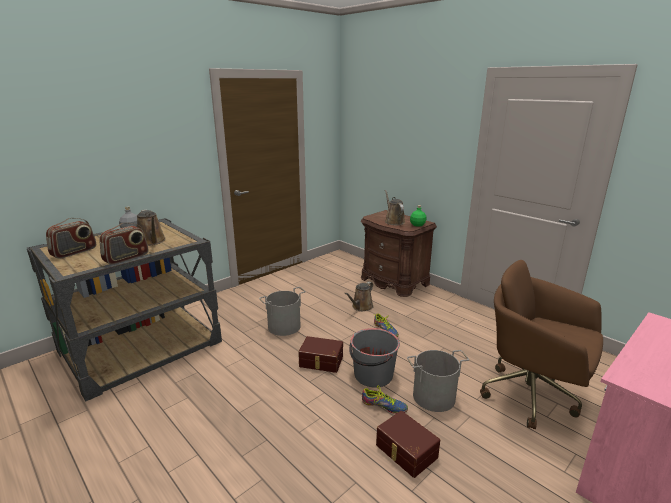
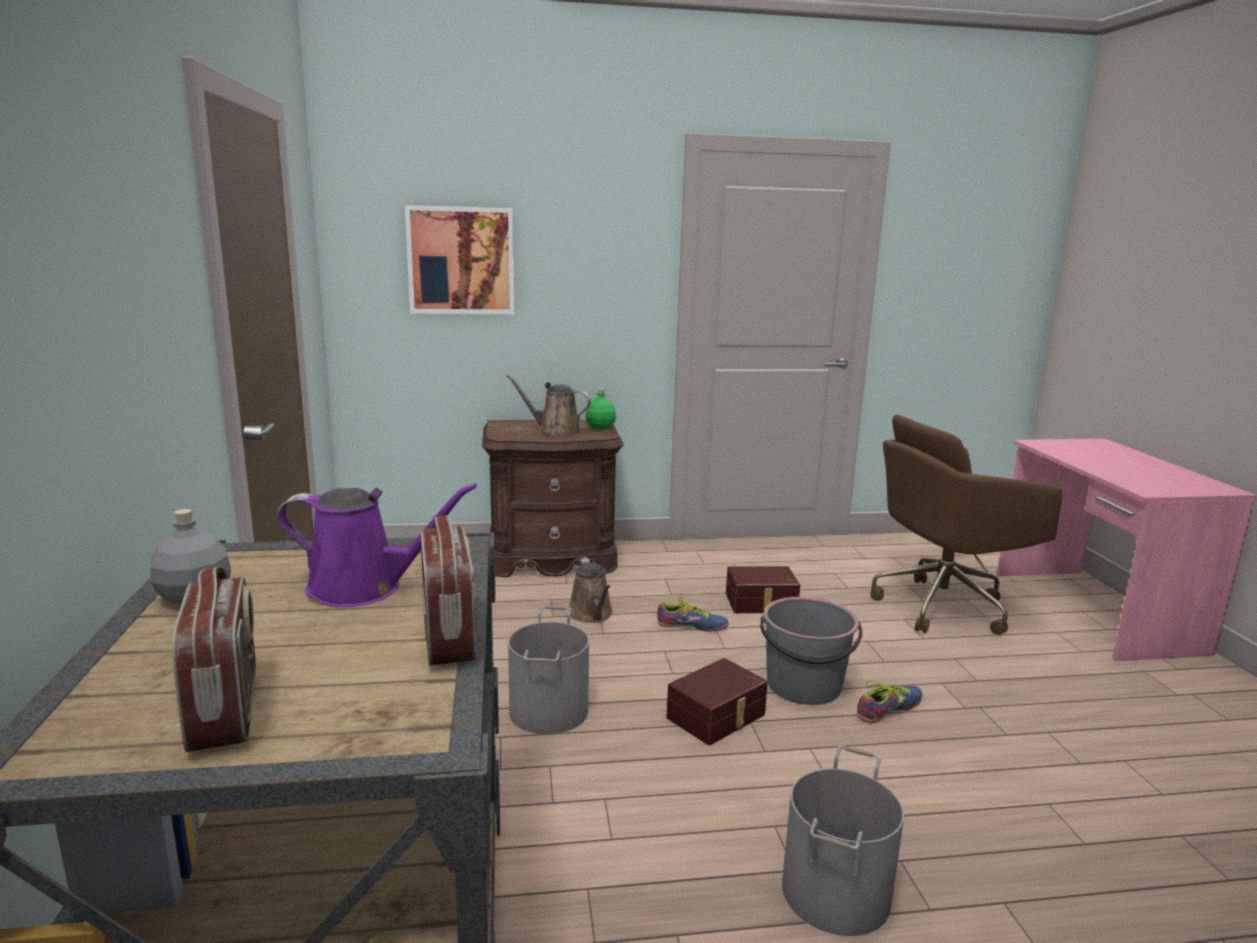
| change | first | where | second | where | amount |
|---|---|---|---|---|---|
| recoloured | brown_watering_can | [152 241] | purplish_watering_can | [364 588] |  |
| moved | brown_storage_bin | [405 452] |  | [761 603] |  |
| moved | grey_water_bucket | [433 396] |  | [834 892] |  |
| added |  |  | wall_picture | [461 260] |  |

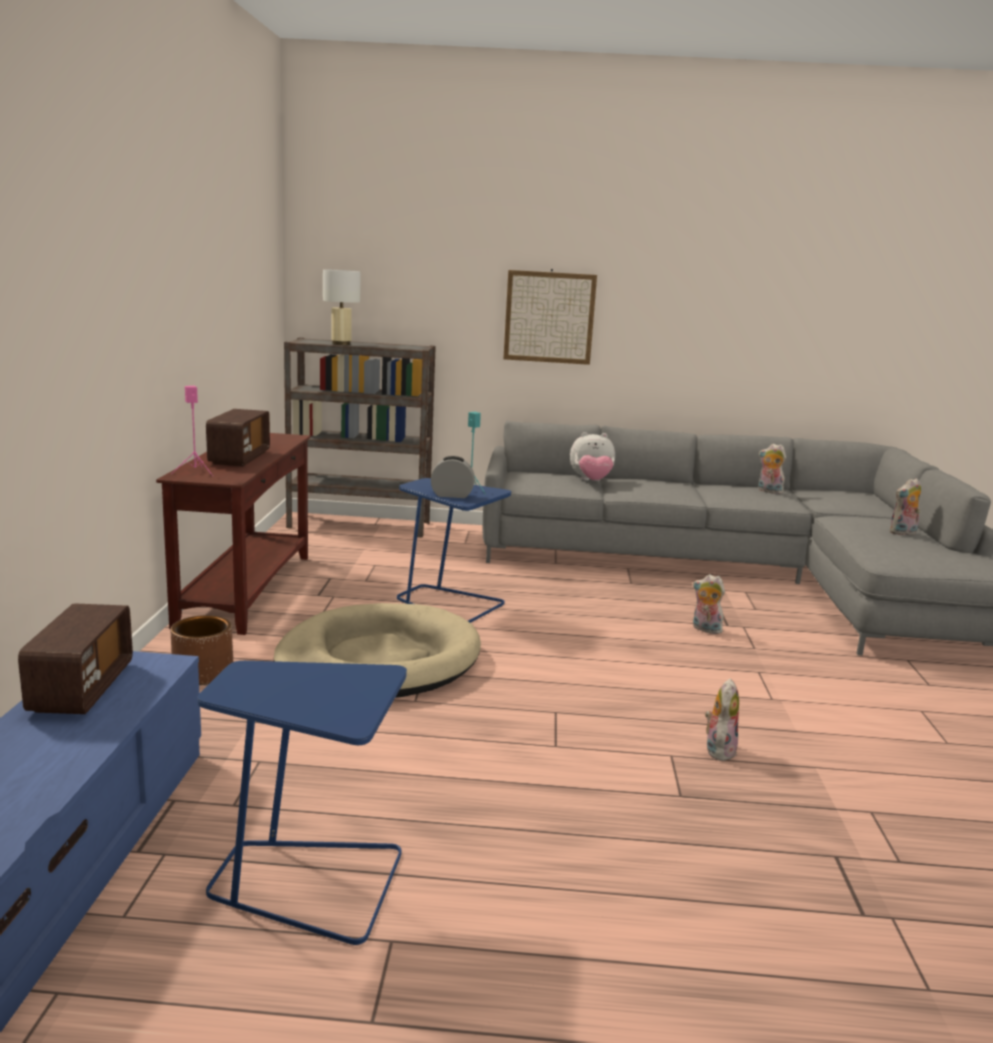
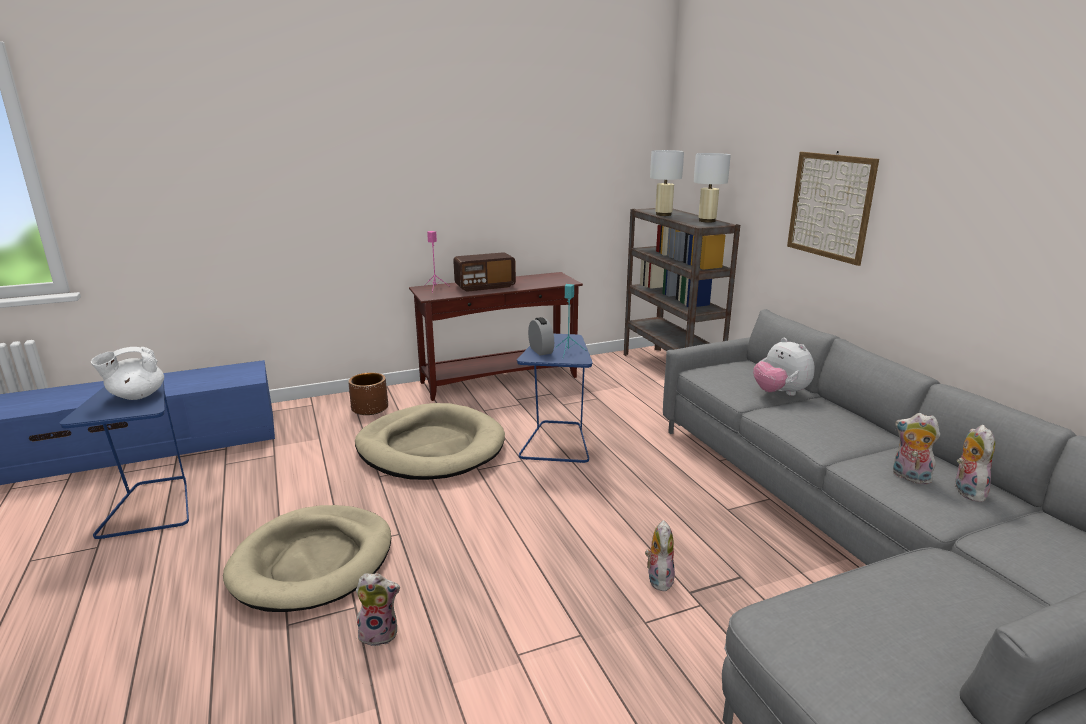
| change | first | where | second | where | amount |
|---|---|---|---|---|---|
| removed | radio_set | [82 688] |  |  |  |
| moved | plush_toy | [903 533] |  | [909 477] |  |
| added |  |  | whitish_teapot | [136 396] |  |
| added |  |  | beige_pet_bed | [313 562] |  |
| added |  |  | whitish_tabletop_lamp | [707 221] |  |

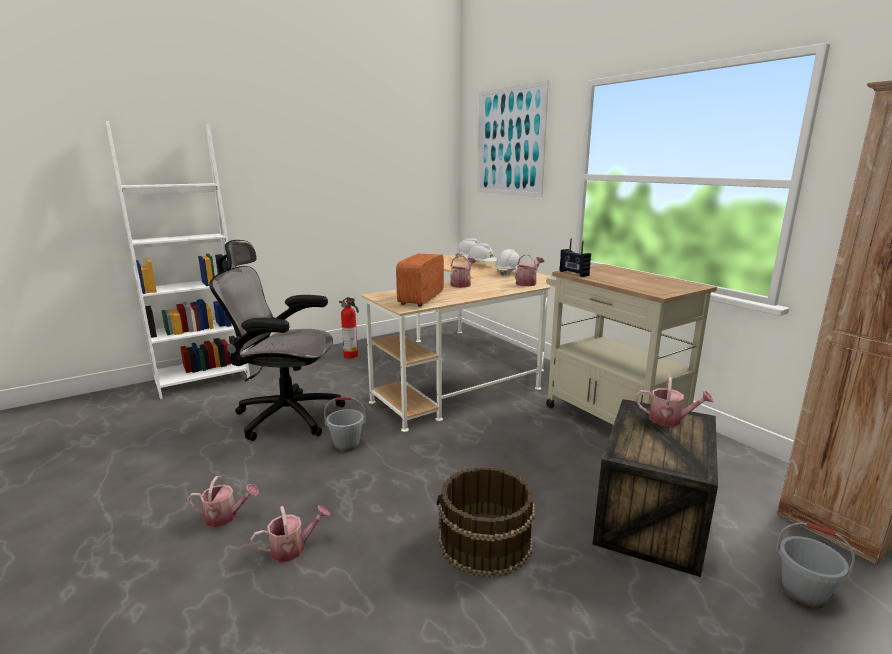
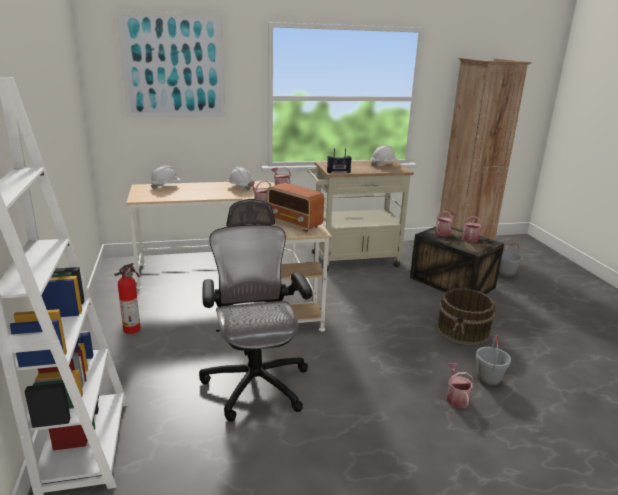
| change | first | where | second | where | amount |
|---|---|---|---|---|---|
| moved | watering_can | [225 517] |  | [470 238] |  |
| turned | desk_chair | [287 417] |  | [255 384] | 135 degrees clockwise |
| moved | grey_water_bucket | [347 445] |  | [488 379] |  |
| moved | whitish_hard_hat | [482 265] |  | [383 164] |  |

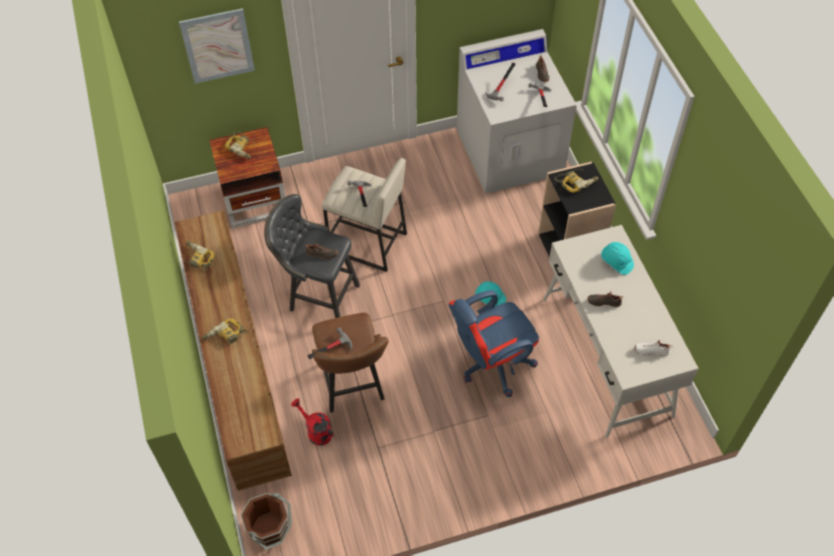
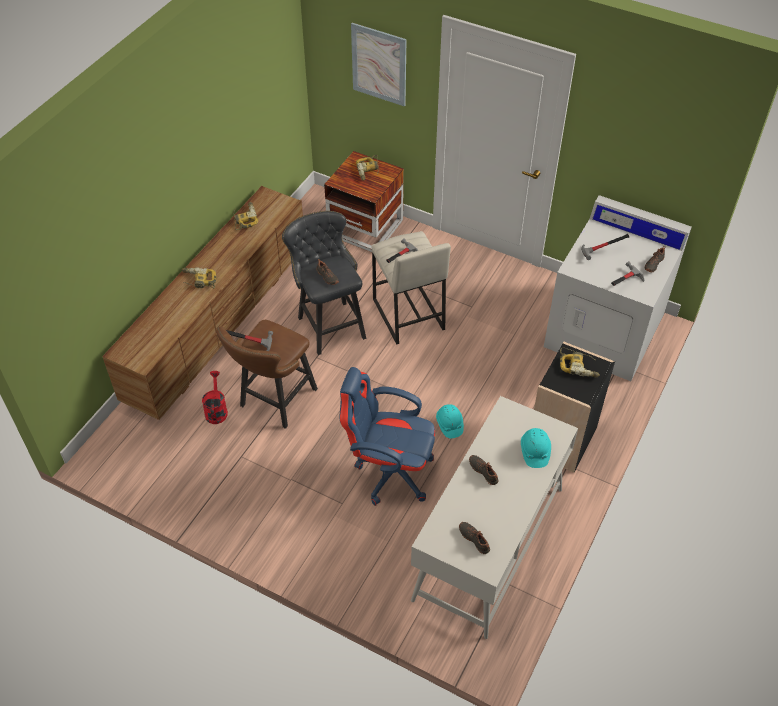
| change | first | where | second | where | amount |
|---|---|---|---|---|---|
| removed | brown_water_bucket | [270 529] |  |  |  |
| recoloured | whitish_item_of_footwear | [651 350] | black-coloured_item_of_footwear | [475 539] |  |

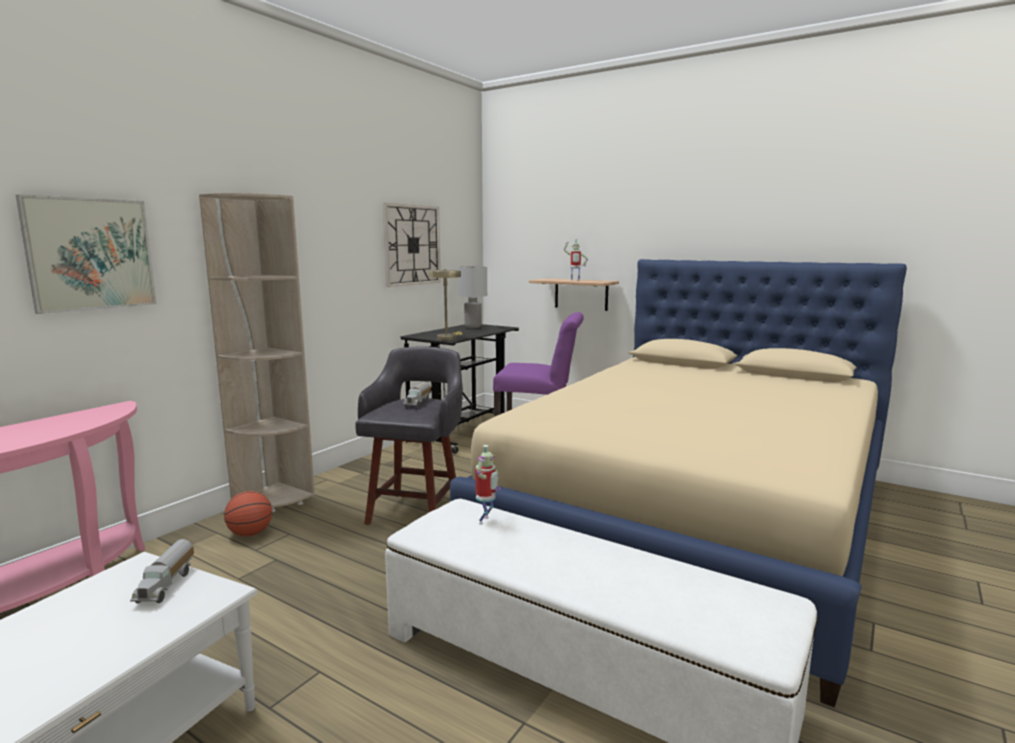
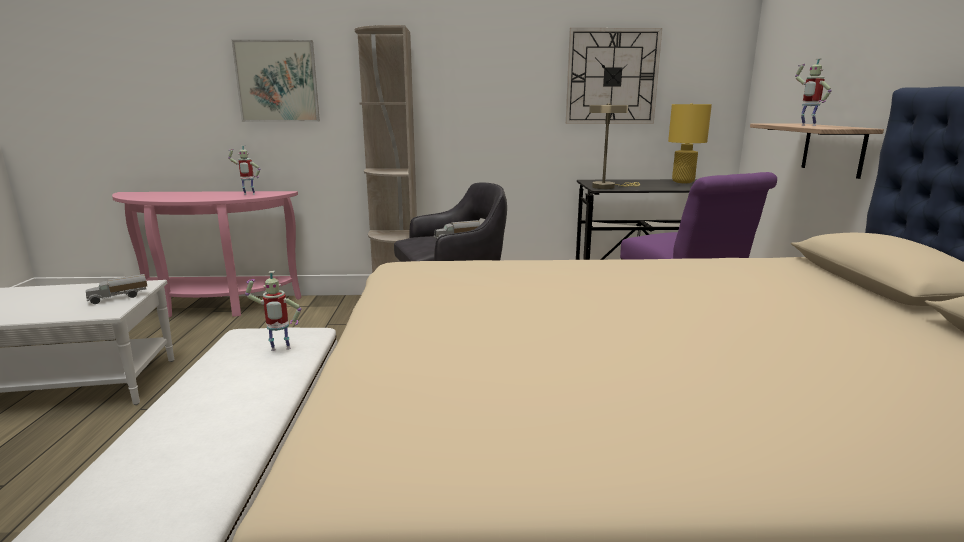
| change | first | where | second | where | amount |
|---|---|---|---|---|---|
| removed | basketball | [250 534] |  |  |  |
| recoloured | grey_tabletop_lamp | [473 327] | yellowish_tabletop_lamp | [683 183] |  |
| added |  |  | toy_robot | [248 194] |  |

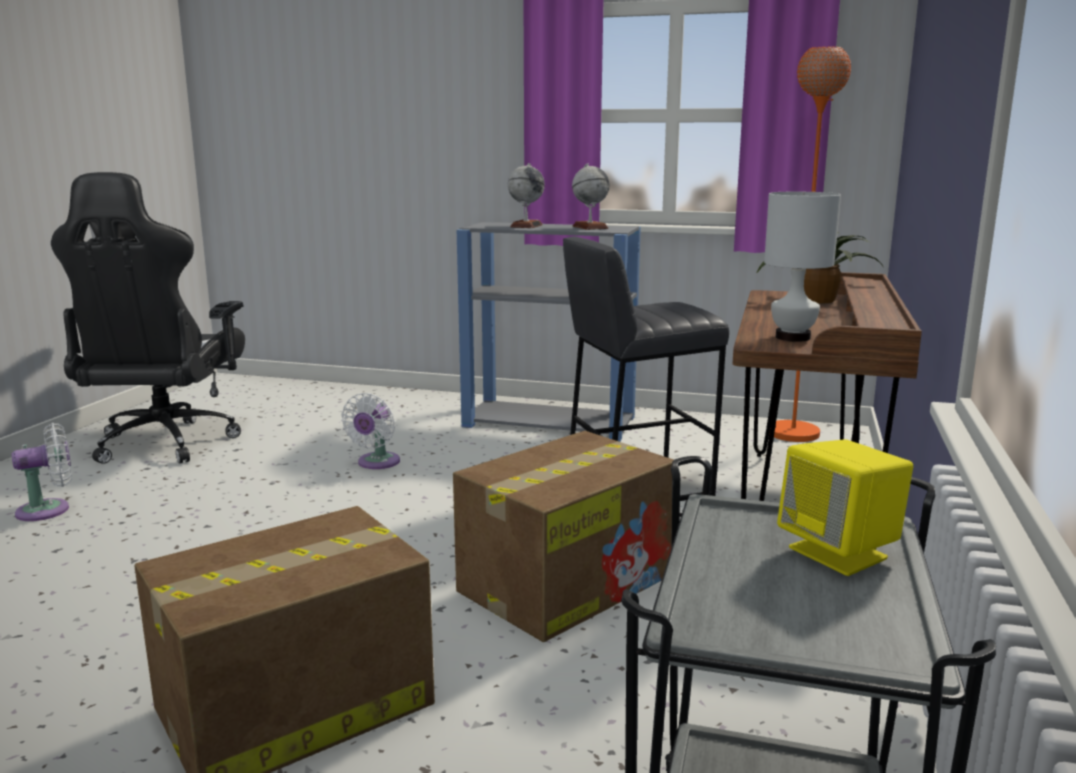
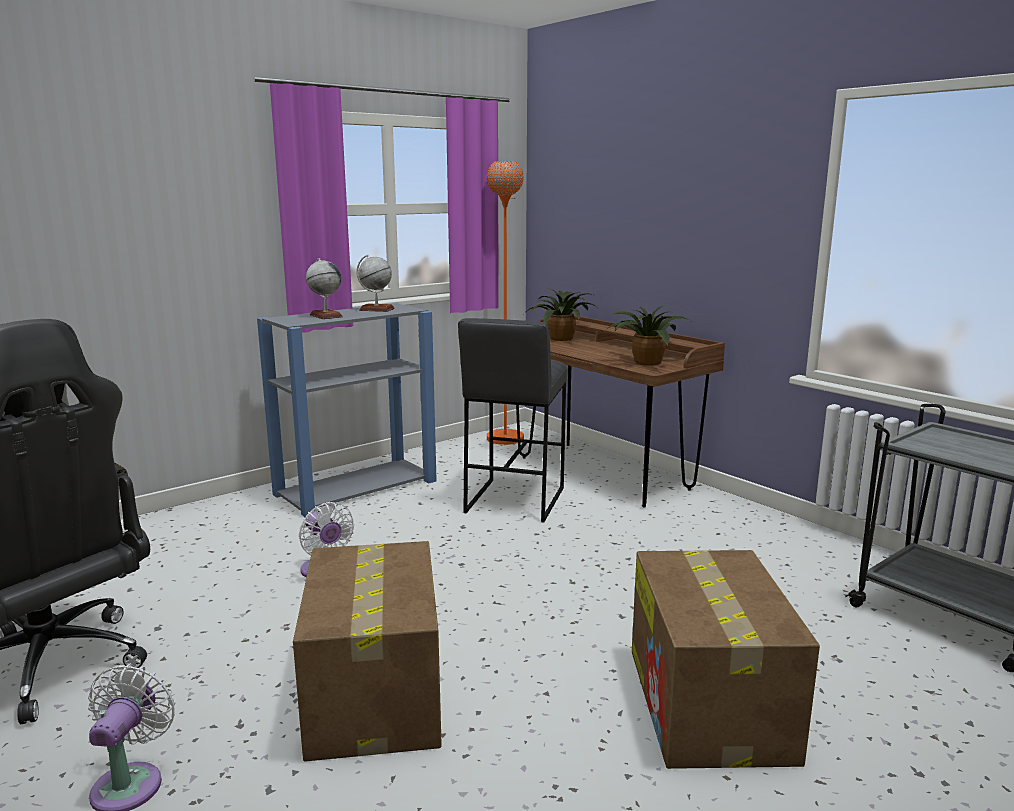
| change | first | where | second | where | amount |
|---|---|---|---|---|---|
| moved | cardboard_box | [567 582] |  | [374 692] |  |
| replaced | whitish_tabletop_lamp | [791 337] | potted_plant | [645 362] |  |
| removed | yellowish_loudspeaker | [839 553] |  |  |  |

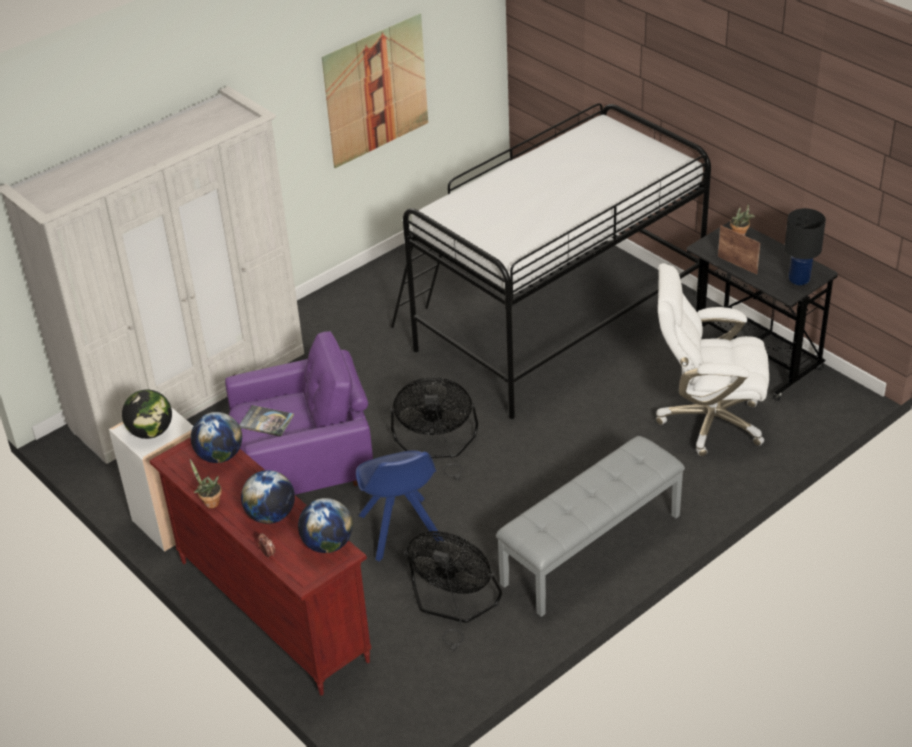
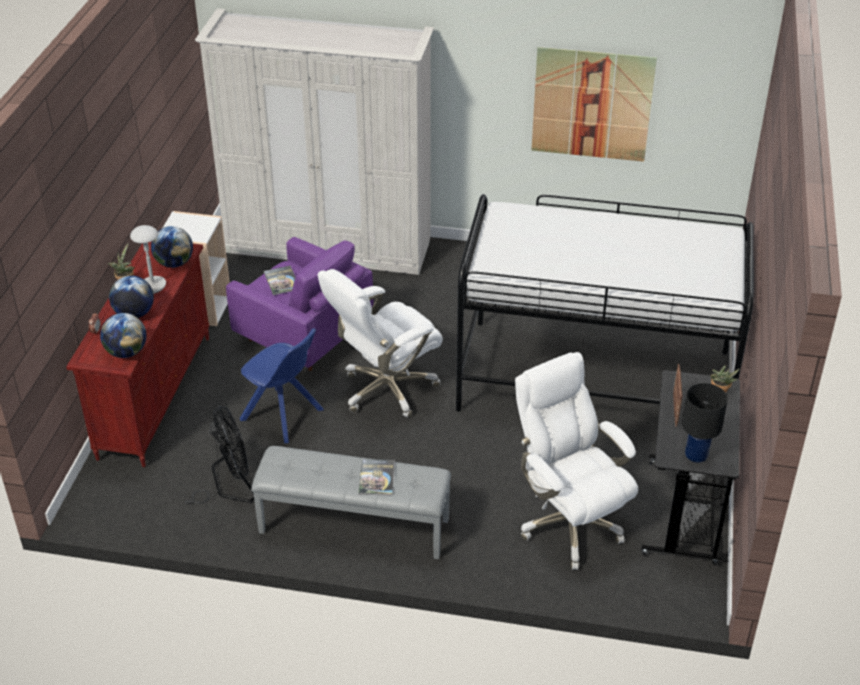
| change | first | where | second | where | amount |
|---|---|---|---|---|---|
| removed | desk_globe | [151 432] |  |  |  |
| turned | blue_upright_chair | [401 531] |  | [283 416] | 90 degrees counterclockwise |
| replaced | black-coloured_cooling_fan | [438 450] | whitish_desk_chair | [384 390] |  |
| added |  |  | grey_tabletop_lamp | [152 286] |  |
| added |  |  | volume | [376 478] |  |

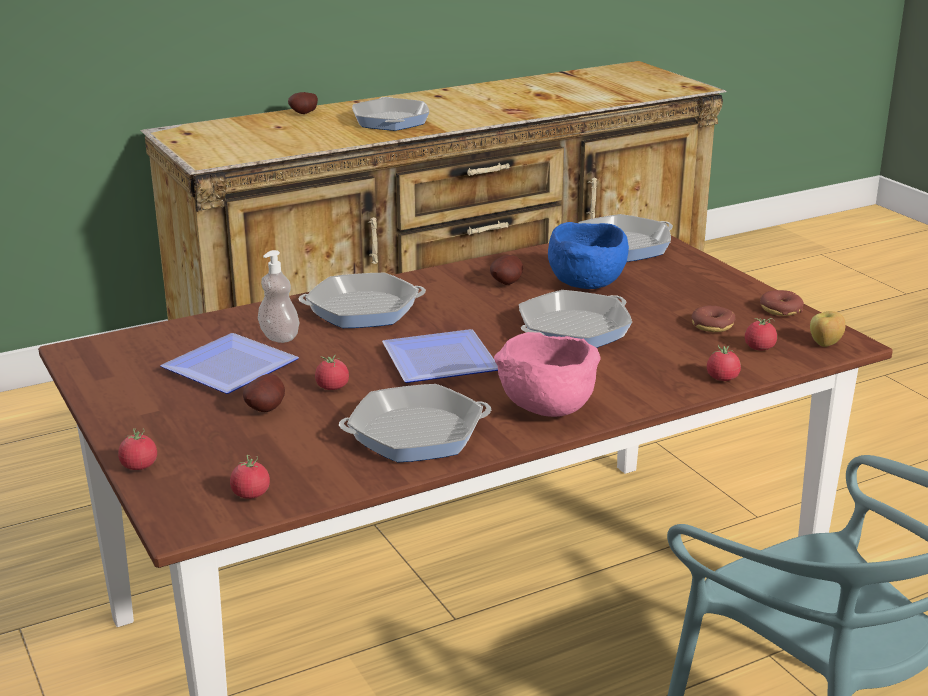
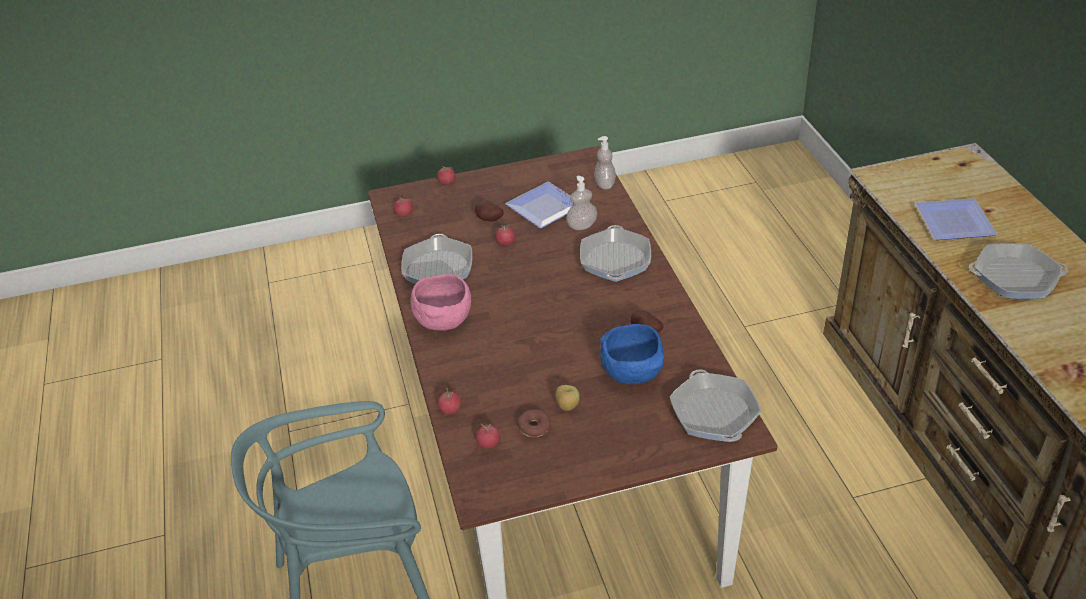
| change | first | where | second | where | amount |
|---|---|---|---|---|---|
| removed | potato | [305 114] |  |  |  |
| moved | plate | [437 363] |  | [951 221] |  |
| removed | pan | [573 329] |  |  |  |
| removed | doughnut | [780 310] |  |  |  |
| moved | apple_fruit | [825 344] |  | [567 406] |  |
| added |  |  | soap_bottle | [605 184] |  |

